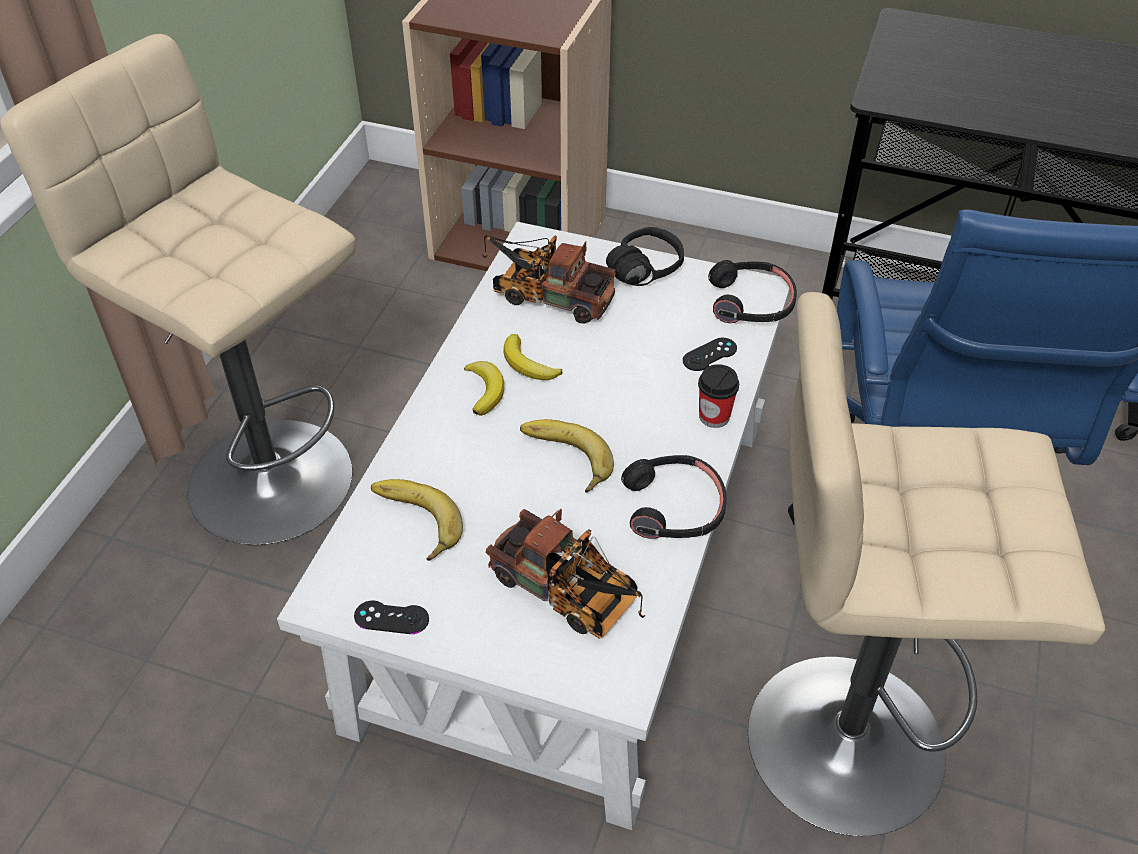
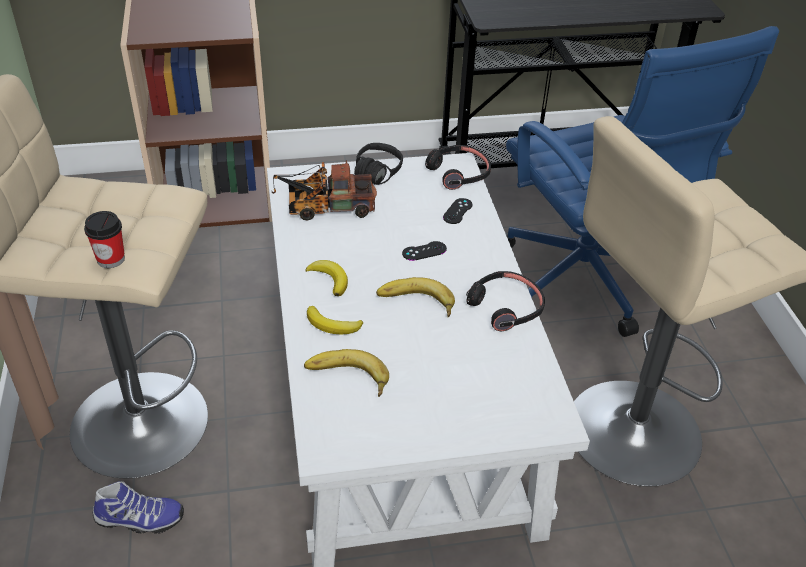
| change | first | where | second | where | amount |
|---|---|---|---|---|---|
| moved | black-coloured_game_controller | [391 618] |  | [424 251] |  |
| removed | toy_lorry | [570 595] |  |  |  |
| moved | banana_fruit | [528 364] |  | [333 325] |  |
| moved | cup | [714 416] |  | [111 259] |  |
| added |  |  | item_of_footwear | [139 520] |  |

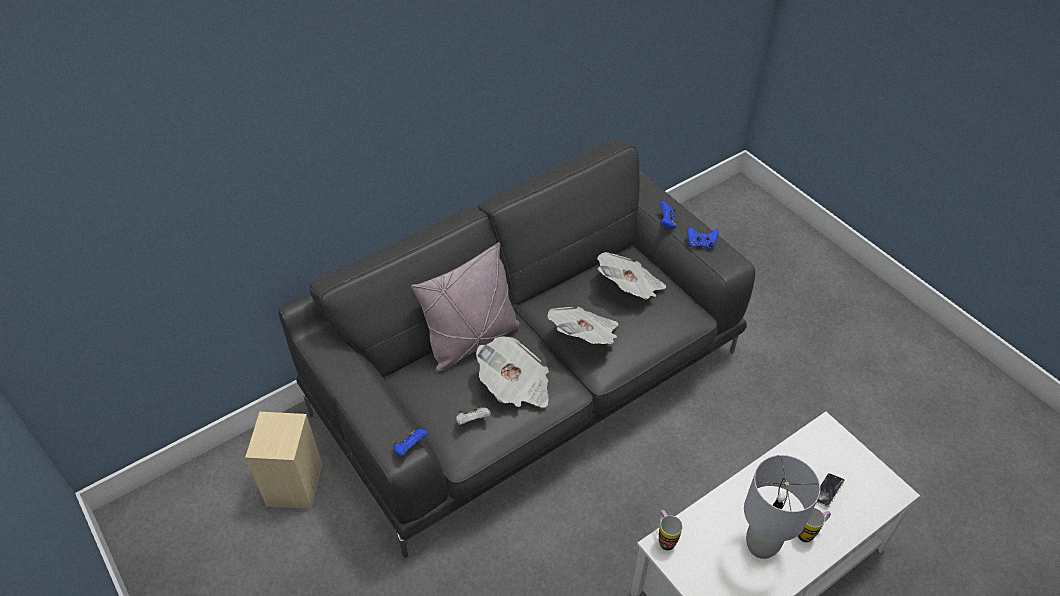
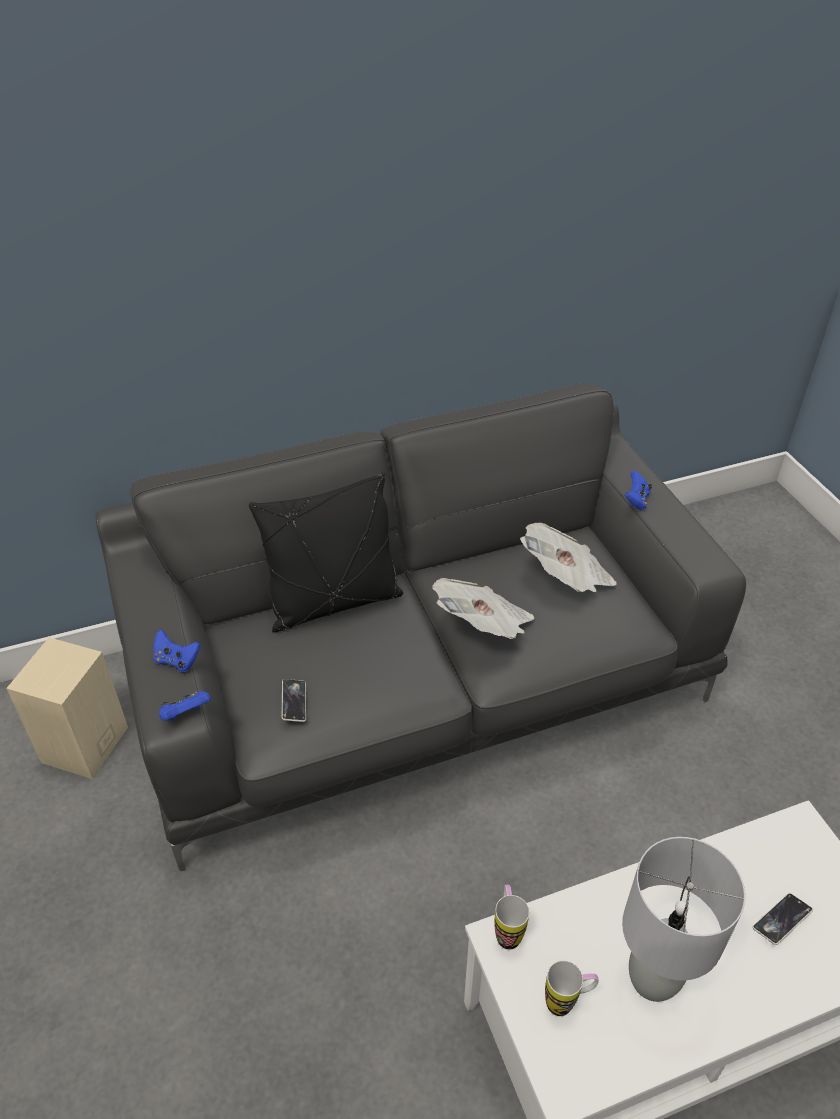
| change | first | where | second | where | amount |
|---|---|---|---|---|---|
| recoloured | purplish_throw_pillow | [472 341] | black-coloured_throw_pillow | [334 603] |  |
| replaced | whitish_game_controller | [472 421] | telephone | [294 702] |  |
| removed | daily_paper | [515 386] |  |  |  |
| moved | blue_game_controller | [701 244] |  | [177 661] |  |
| moved | mug | [809 533] |  | [567 1002] |  |

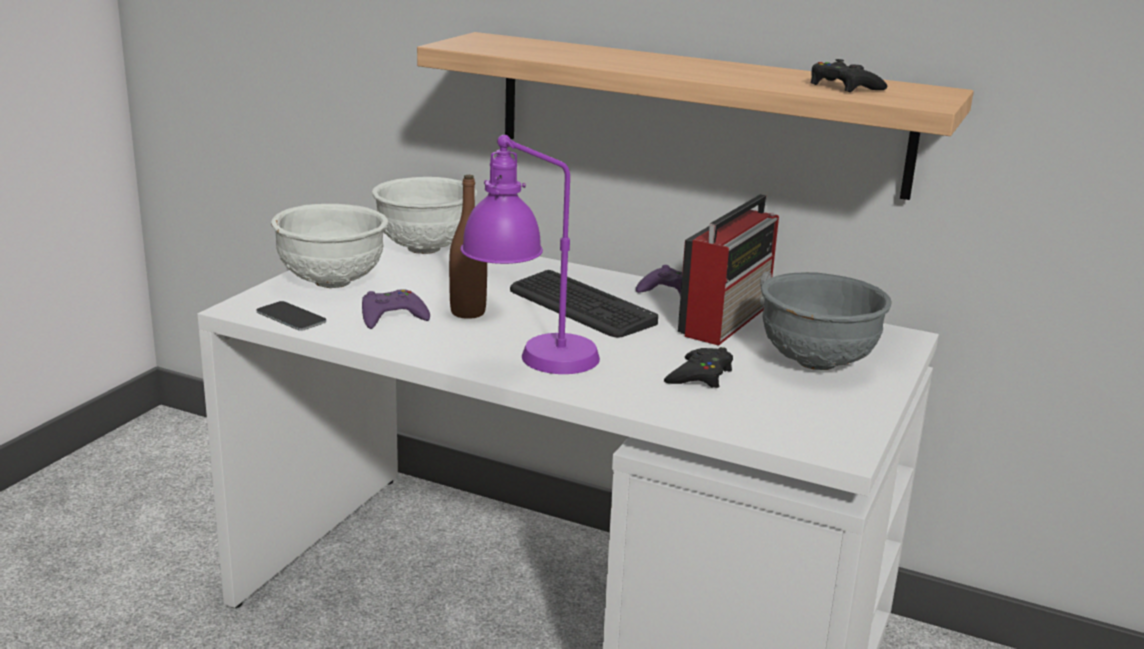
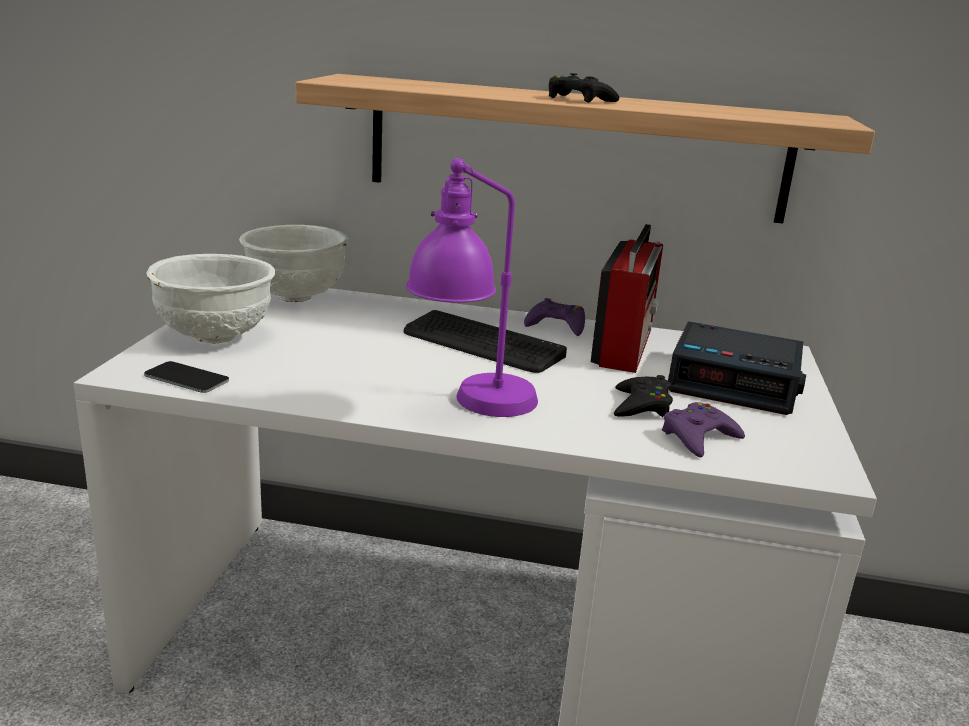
| change | first | where | second | where | amount |
|---|---|---|---|---|---|
| moved | purplish_game_controller | [392 316] |  | [699 437] |  |
| removed | brown_drink_bottle | [468 312] |  |  |  |
| replaced | grey_deep_dish | [818 363] | table_clock | [735 382] |  |
| moved | black-coloured_game_controller | [843 87] |  | [579 99] |  |

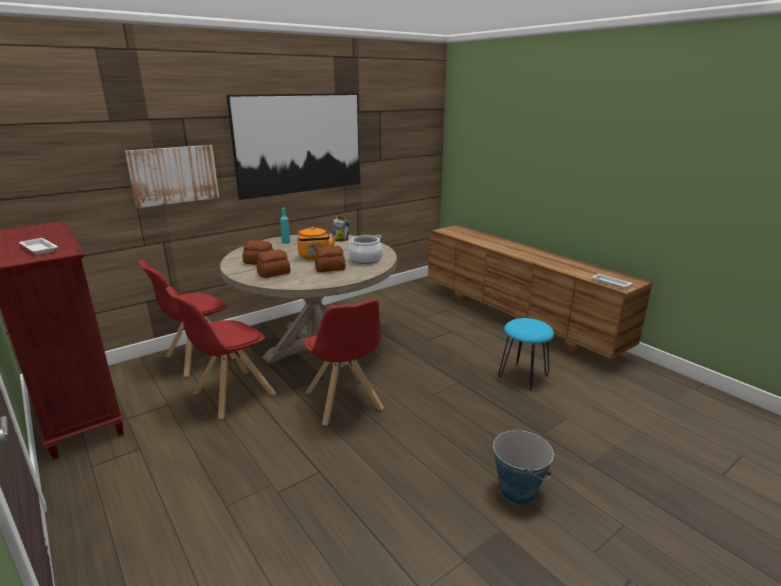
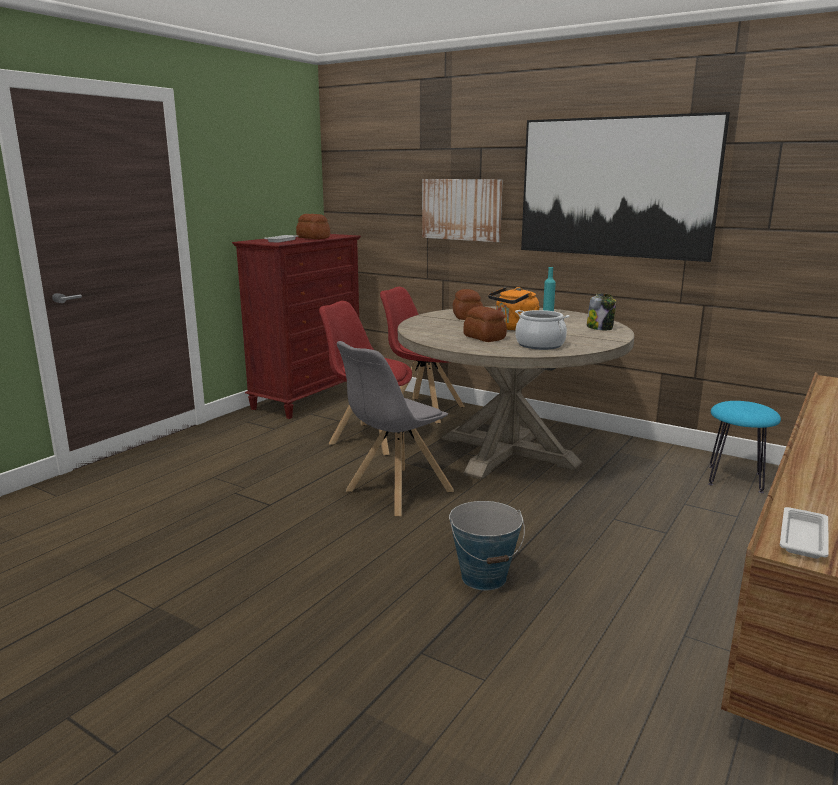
| change | first | where | second | where | amount |
|---|---|---|---|---|---|
| moved | baked_bread | [274 273] |  | [313 238] |  |
| recoloured | reddish_upright_chair | [345 403] | grey_upright_chair | [395 492] |  |
| moved | water_bucket | [517 491] |  | [484 577] |  |
| moved | turquoise-coloured_sitting_stool | [523 376] |  | [735 479] |  |

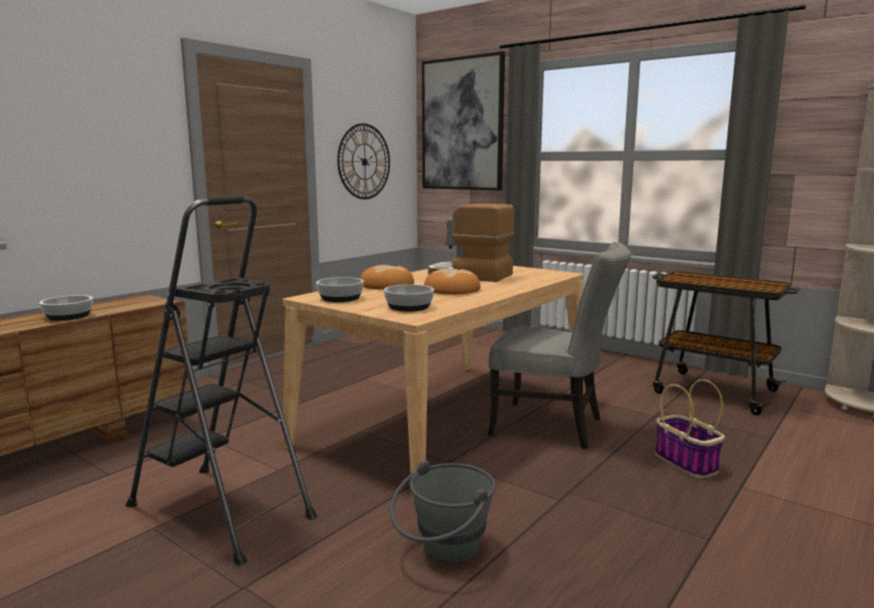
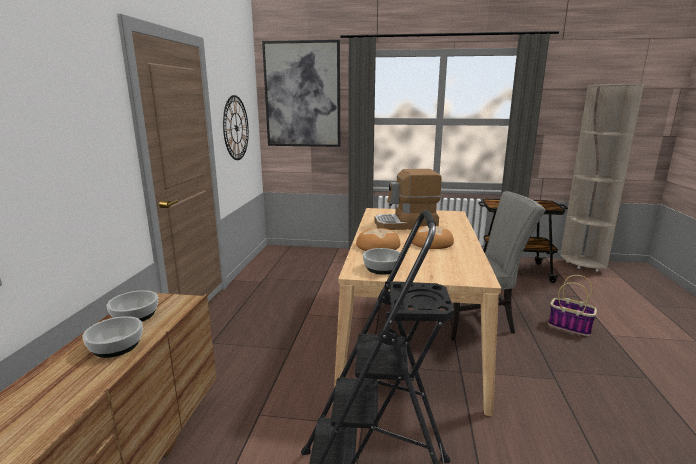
| change | first | where | second | where | amount |
|---|---|---|---|---|---|
| moved | deep_dish | [409 307] |  | [135 315] |  |
| removed | grey_water_bucket | [443 552] |  |  |  |

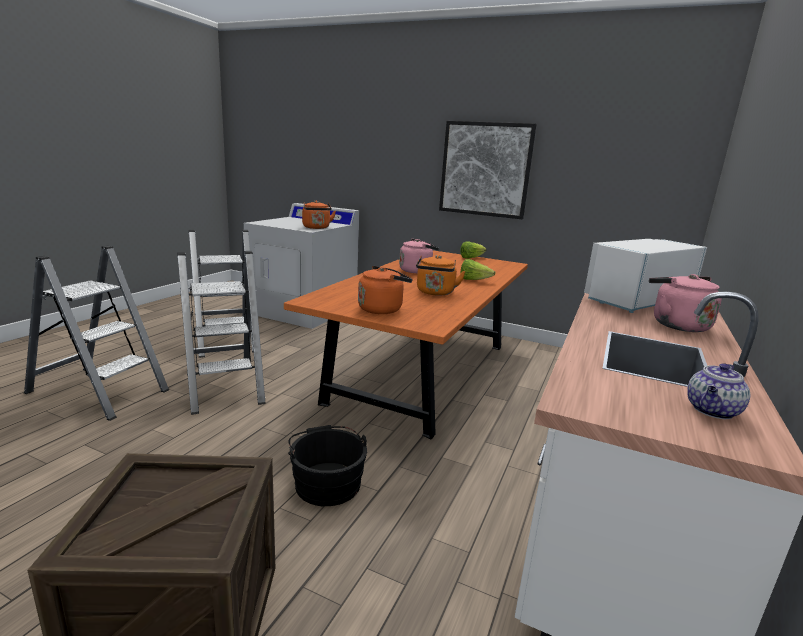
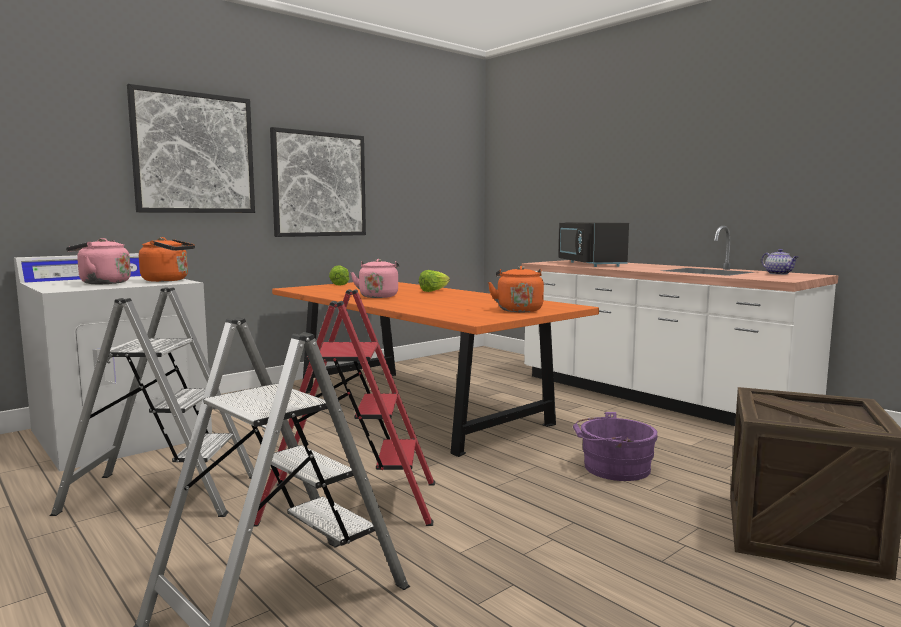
| change | first | where | second | where | amount |
|---|---|---|---|---|---|
| recoloured | grey_step_stool | [224 382] | reddish_step_stool | [347 502] |  |
| recoloured | black-coloured_water_bucket | [327 481] | purplish_water_bucket | [612 468] |  |
| removed | orange-coloured_kettle | [435 293] |  |  |  |
| recoloured | whitish_microwave_oven | [635 300] | black-coloured_microwave_oven | [589 264] |  |
| moved | pink_kettle | [676 324] |  | [101 283] |  |
| added |  |  | wall_picture | [194 153] |  |

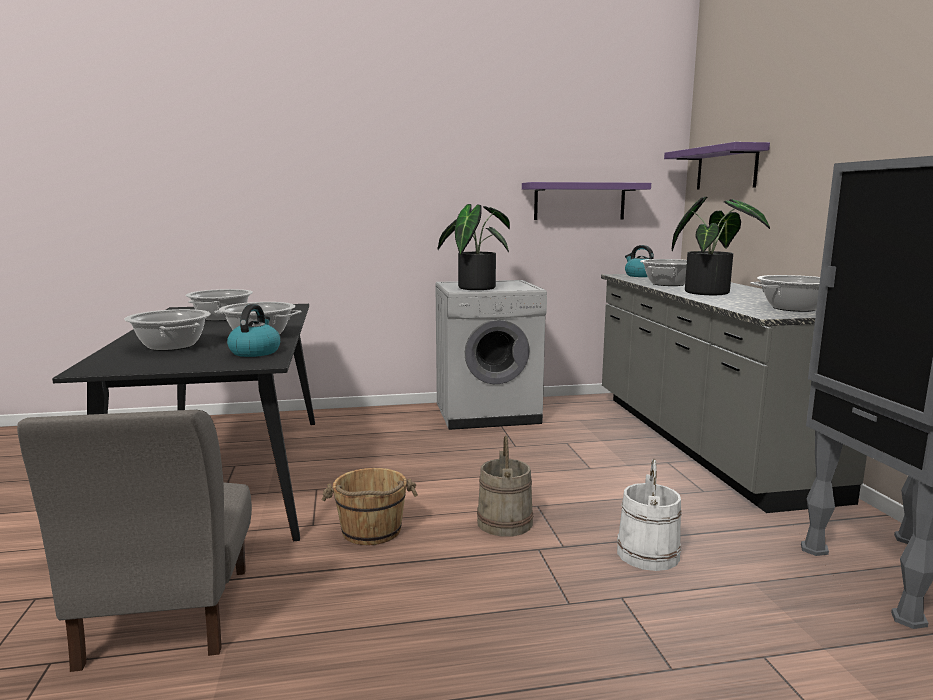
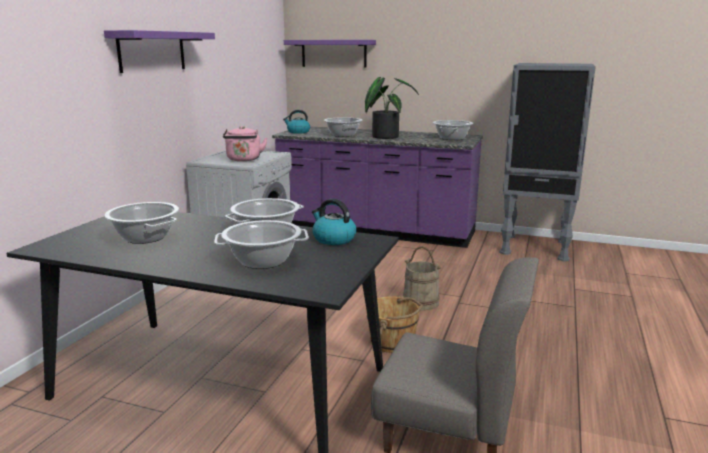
| change | first | where | second | where | amount |
|---|---|---|---|---|---|
| replaced | potted_plant | [475 287] | pink_kettle | [244 160] |  |
| moved | purplish_bracket_shelf | [579 201] |  | [152 51] |  |
| recoloured | grey_counter | [700 442] | purplish_counter | [376 231] |  |
| removed | whitish_water_bucket | [648 554] |  |  |  |

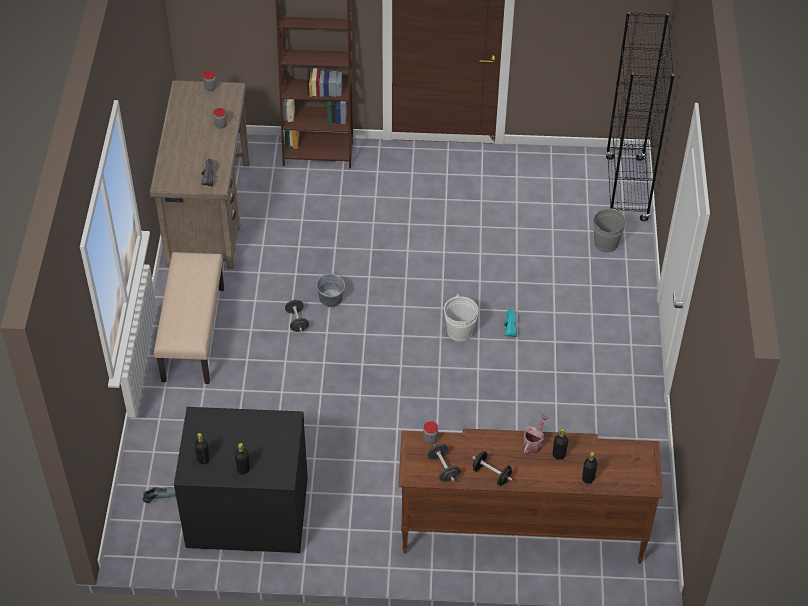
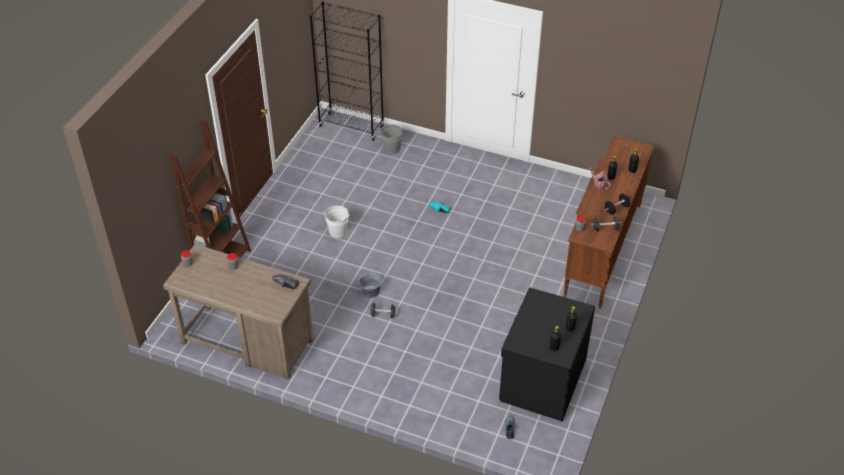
| change | first | where | second | where | amount |
|---|---|---|---|---|---|
| removed | beige_long_seat | [192 333] |  |  |  |
| moved | whitish_water_bucket | [460 331] |  | [338 231] |  |

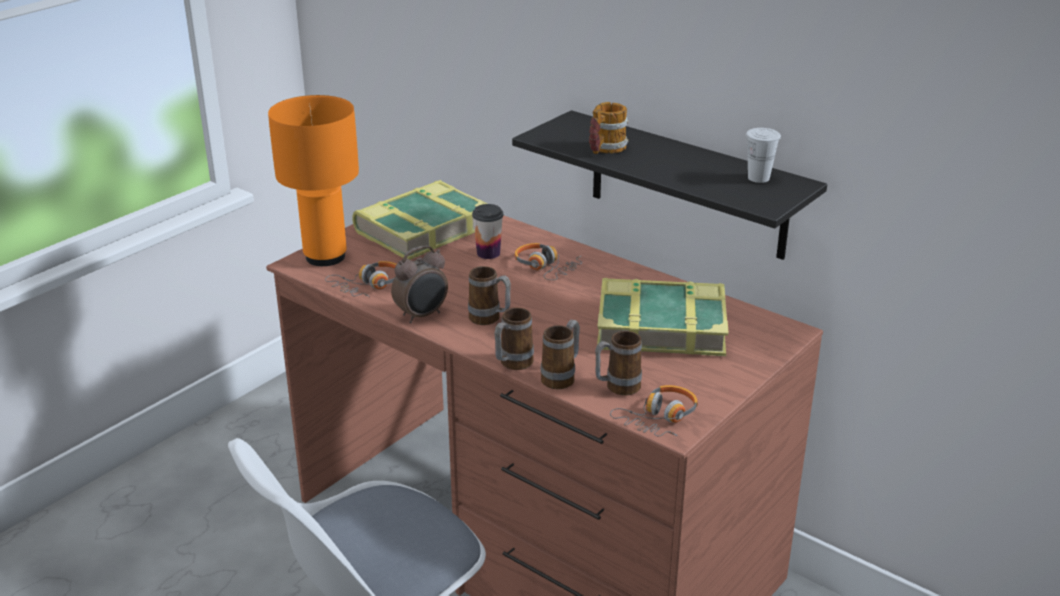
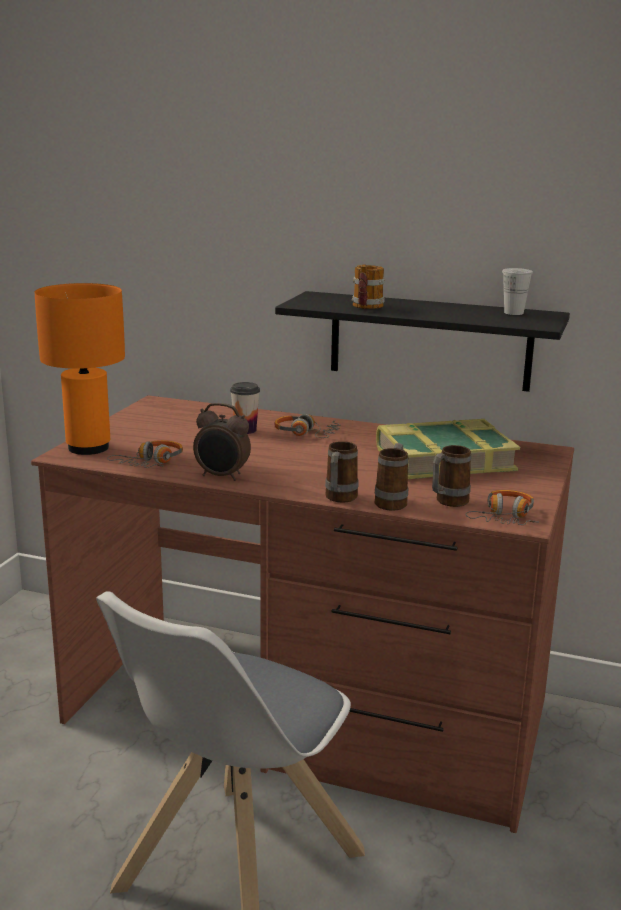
| change | first | where | second | where | amount |
|---|---|---|---|---|---|
| removed | volume | [422 229] |  |  |  |
| turned | table_clock | [422 315] |  | [222 476] | 75 degrees clockwise |
| removed | mug | [490 319] |  |  |  |

